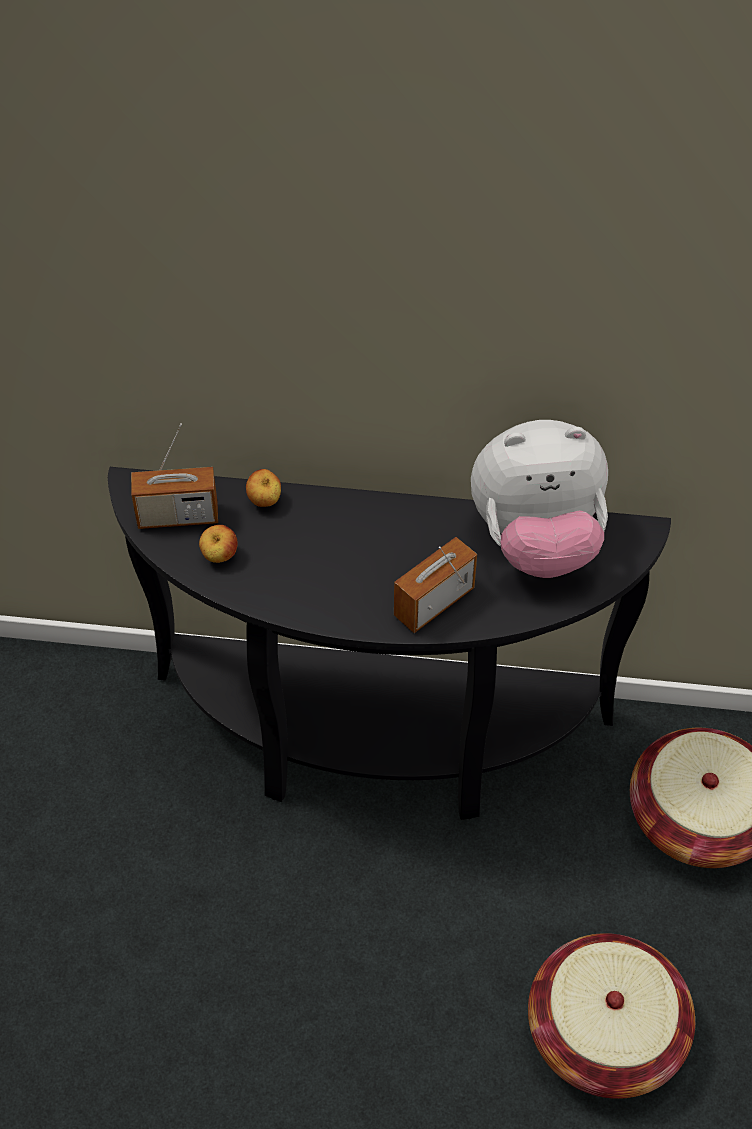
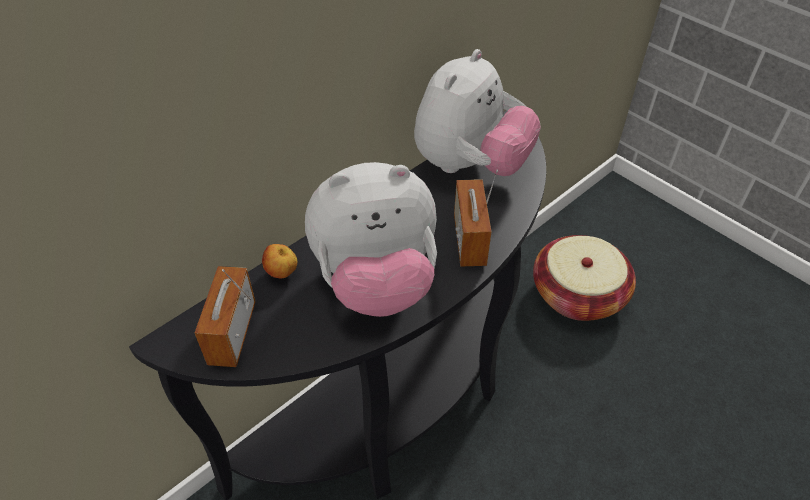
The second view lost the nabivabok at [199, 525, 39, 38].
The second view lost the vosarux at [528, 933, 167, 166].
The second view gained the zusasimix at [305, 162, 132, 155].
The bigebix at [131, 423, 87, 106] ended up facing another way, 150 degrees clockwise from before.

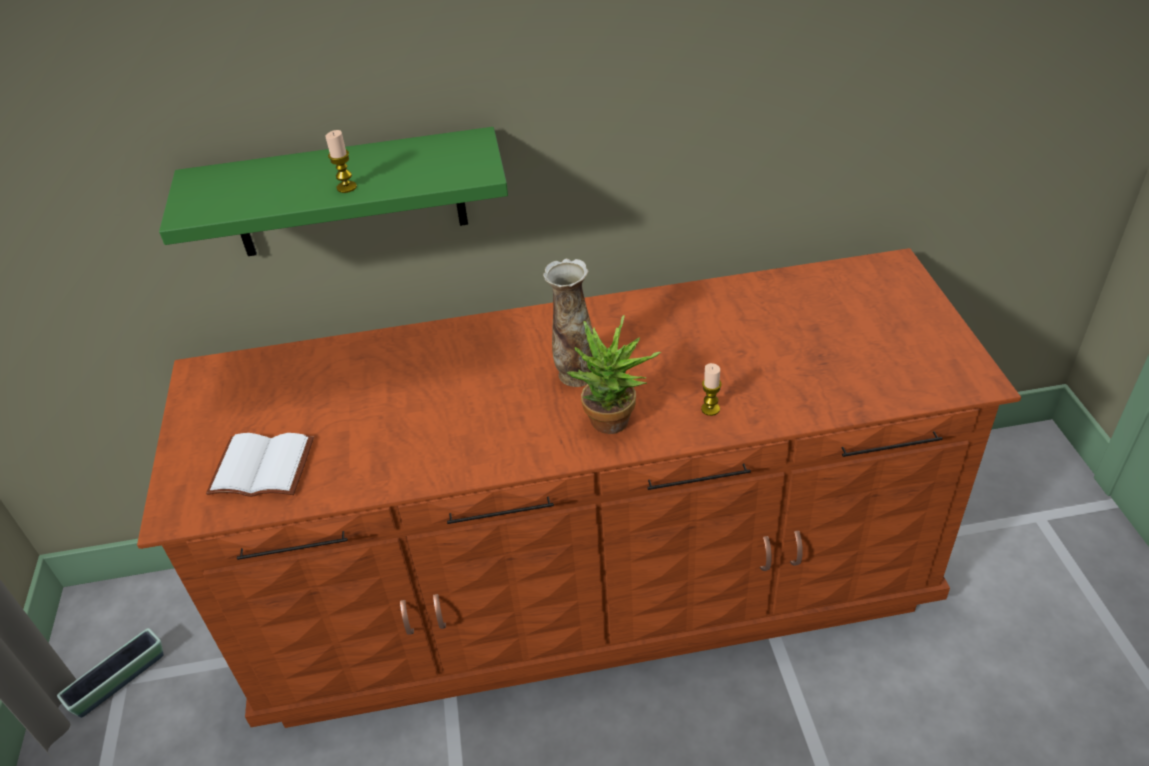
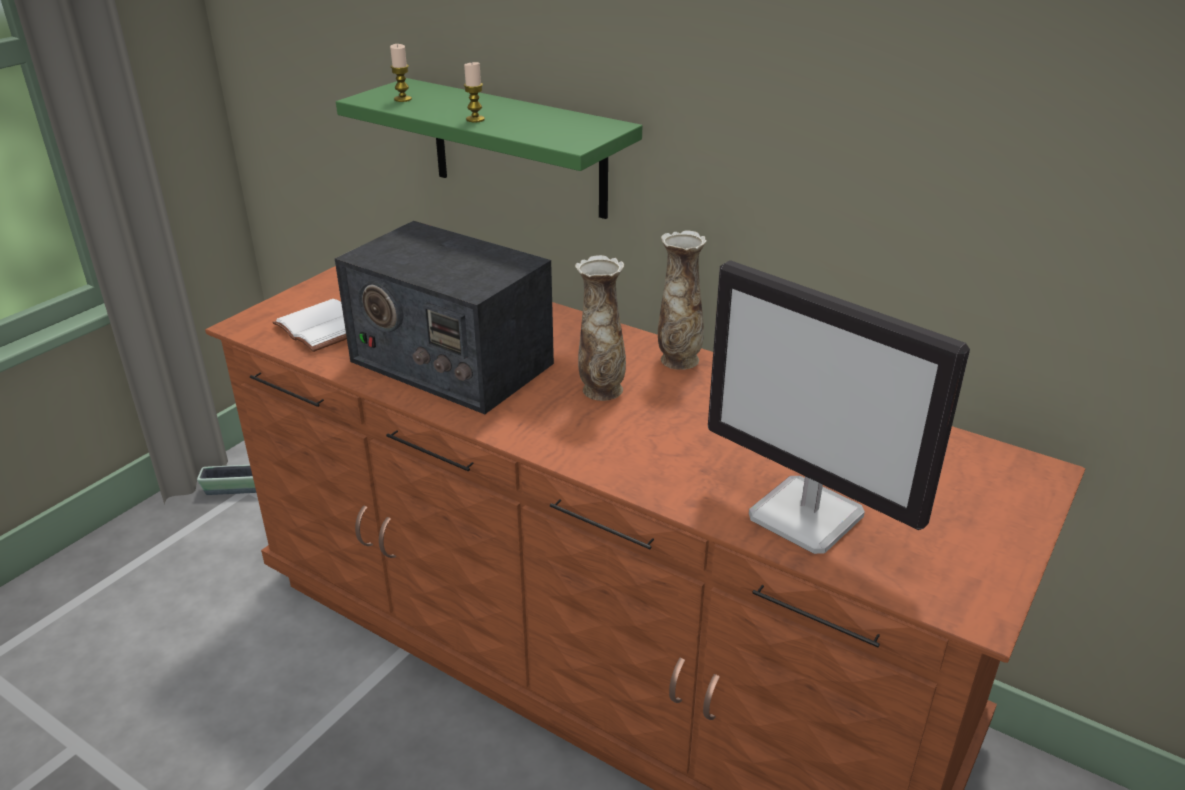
The second view lost the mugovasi at [566, 315, 95, 119].
The second view gained the bigebix at [335, 221, 219, 193].
The second view gained the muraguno at [658, 231, 49, 139].
The second view gained the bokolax at [708, 260, 262, 294].
The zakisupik ended up elsewhere, having gone from [701, 363, 21, 53] to [390, 44, 22, 58].

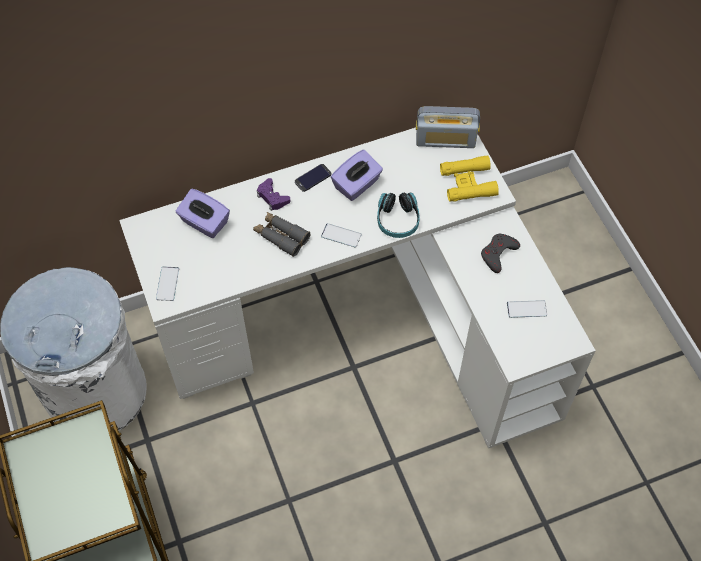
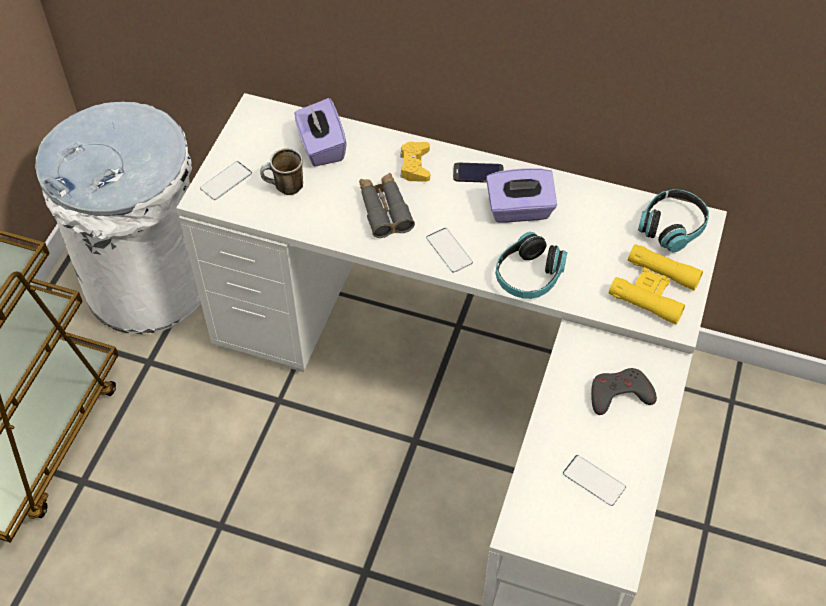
The second view gained the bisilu at [260, 148, 43, 47].
Where the bigebix stood at [416, 106, 64, 42], the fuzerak came to stand at [638, 189, 71, 64].
What was the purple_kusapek at [257, 178, 33, 33] turned into the yellow_kusapek at [400, 142, 30, 40].

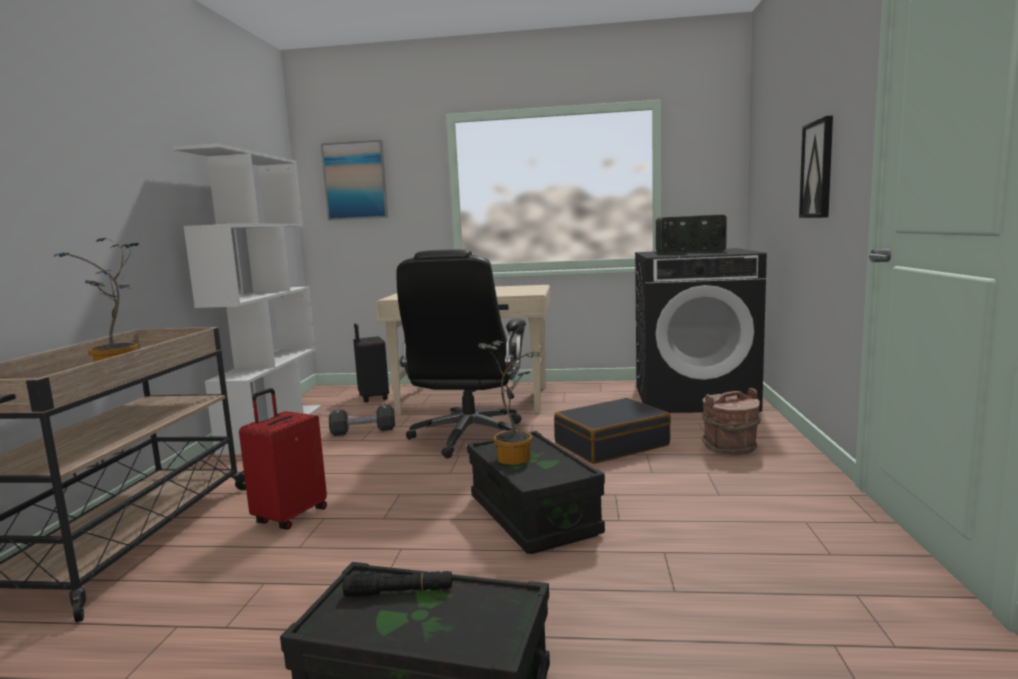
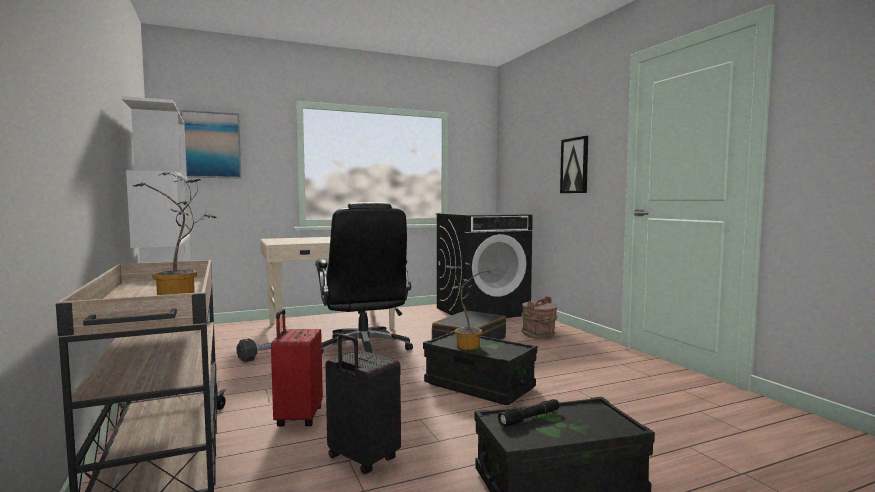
The second view lost the bigebix at [656, 215, 71, 39].
The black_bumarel ended up elsewhere, having gone from [353, 323, 36, 80] to [325, 334, 76, 140].

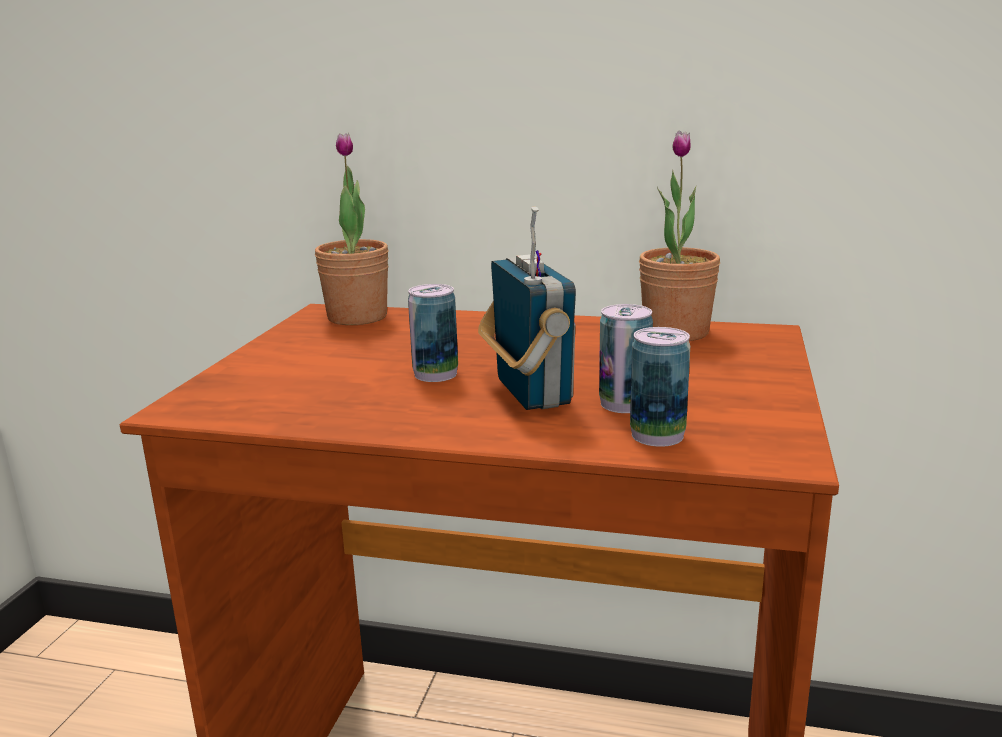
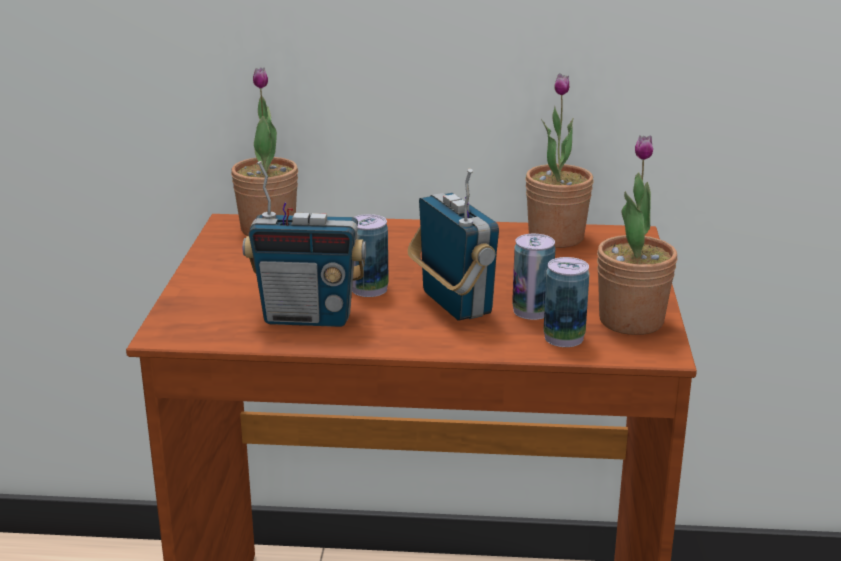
The second view gained the bigebix at [243, 161, 123, 166].
The second view gained the mugovasi at [597, 135, 80, 200].

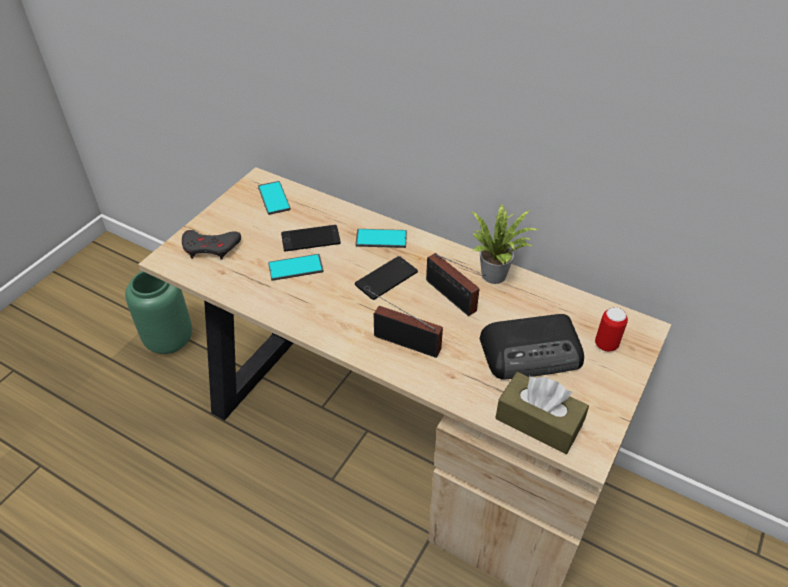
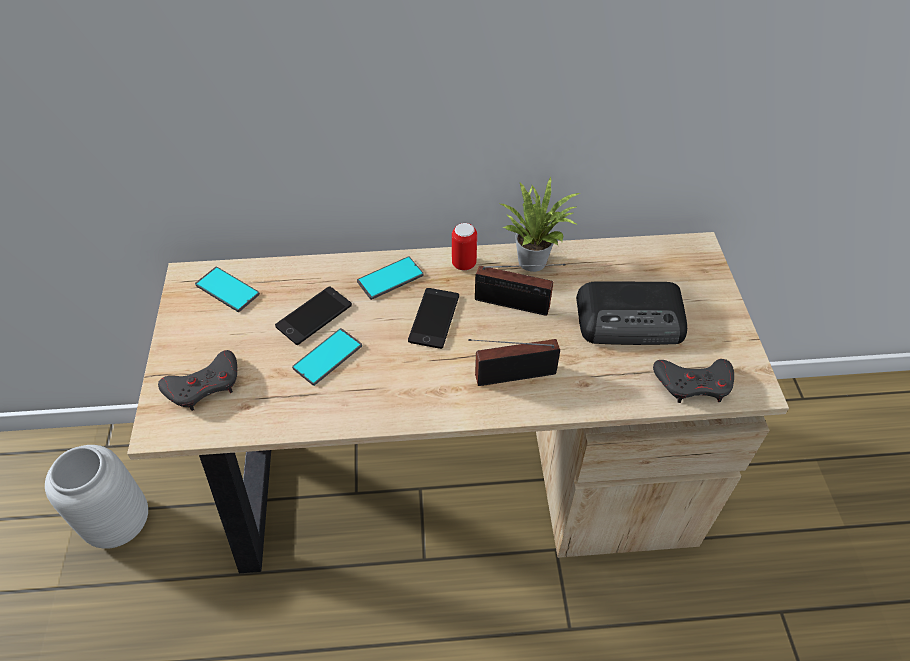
The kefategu ended up elsewhere, having gone from [595, 307, 33, 45] to [452, 223, 25, 48].
Where the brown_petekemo stood at [495, 372, 94, 82], the grey_kusapek came to stand at [653, 359, 81, 44].
What was the green_muraguno at [125, 271, 67, 83] turned into the grey_muraguno at [45, 445, 103, 104].
The bigebix at [480, 314, 104, 66] ended up facing another way, 45 degrees clockwise from before.

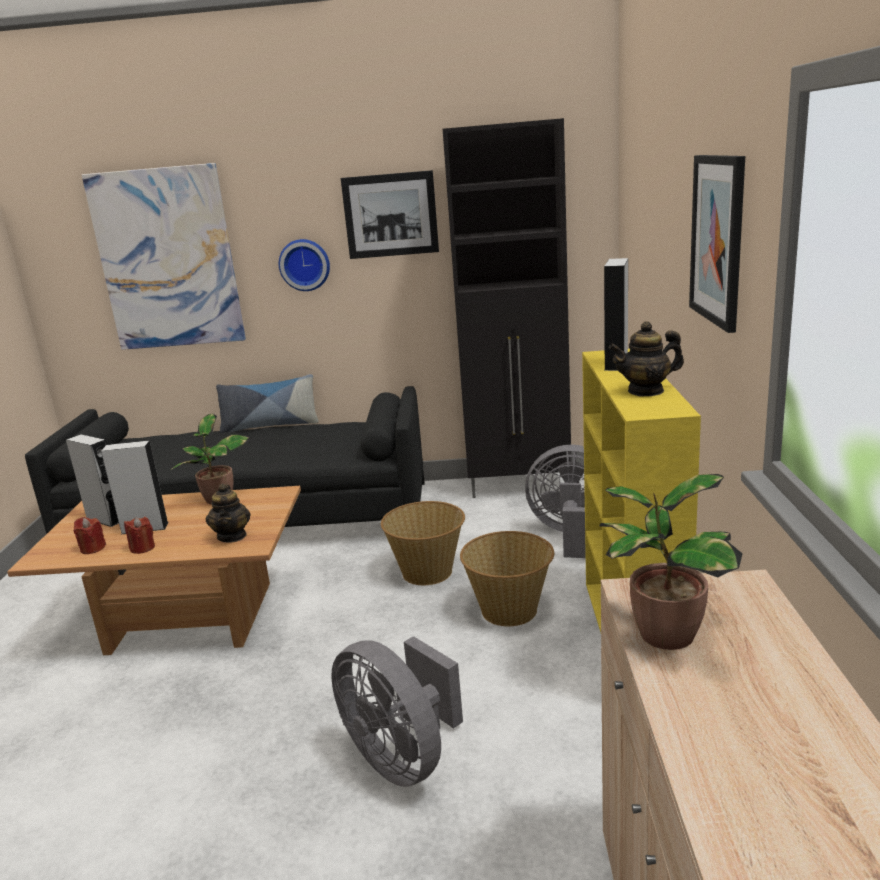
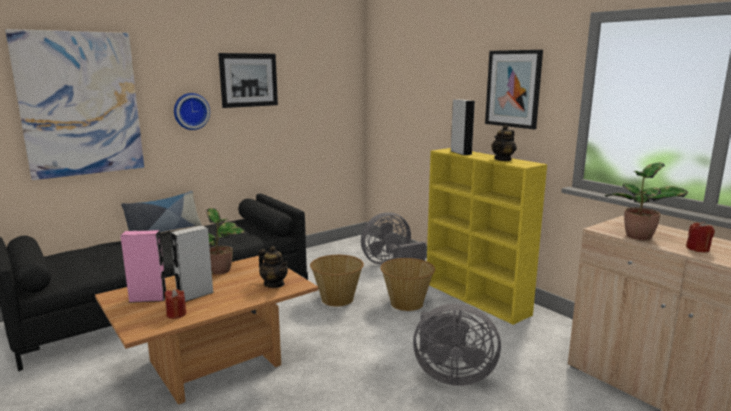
The second view lost the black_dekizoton at [443, 118, 128, 380].
The red_zakisupik ended up elsewhere, having gone from [124, 517, 31, 37] to [686, 221, 29, 31].
What was the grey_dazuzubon at [66, 434, 53, 93] turned into the pink_dazuzubon at [120, 230, 46, 73].

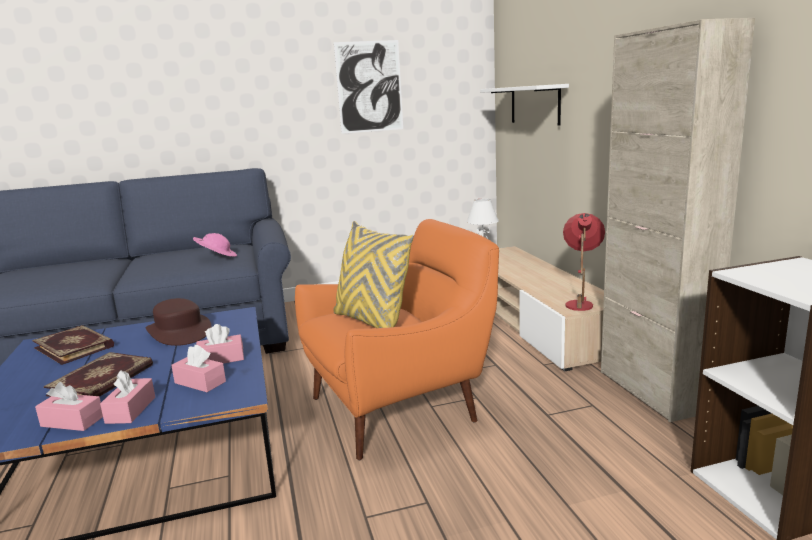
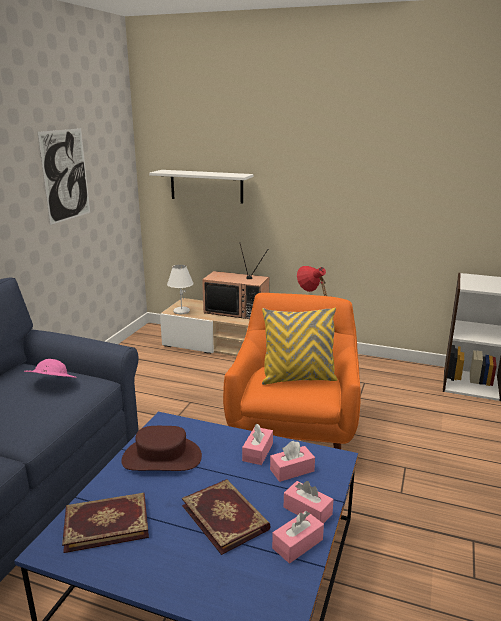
The second view lost the beige_dekizoton at [601, 18, 154, 404].
The second view gained the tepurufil at [202, 244, 67, 75].

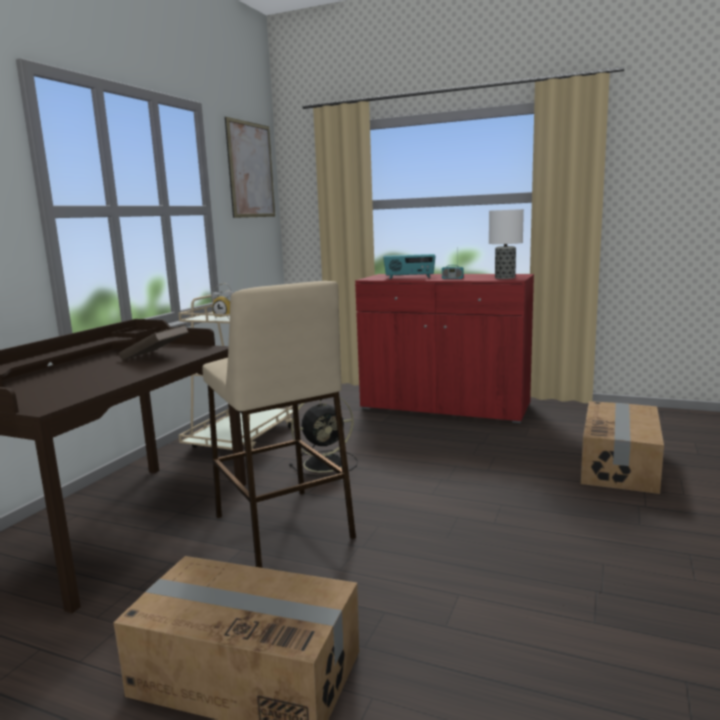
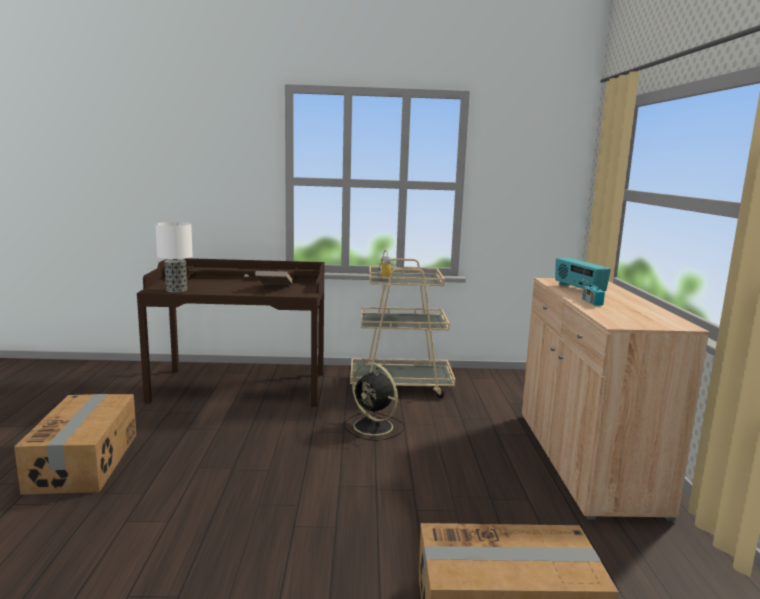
The second view lost the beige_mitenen at [202, 281, 154, 287].
The second view lost the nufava at [225, 117, 50, 101].
The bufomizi ended up elsewhere, having gone from [489, 209, 35, 70] to [155, 222, 38, 71].
What was the red_dekizoton at [355, 274, 179, 149] turned into the beige_dekizoton at [522, 278, 188, 243].

